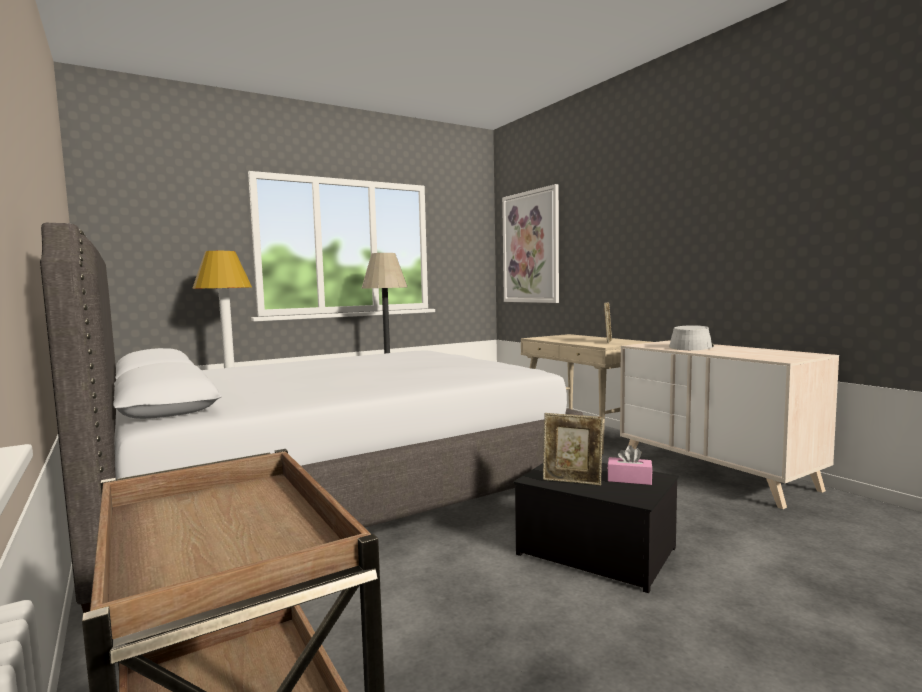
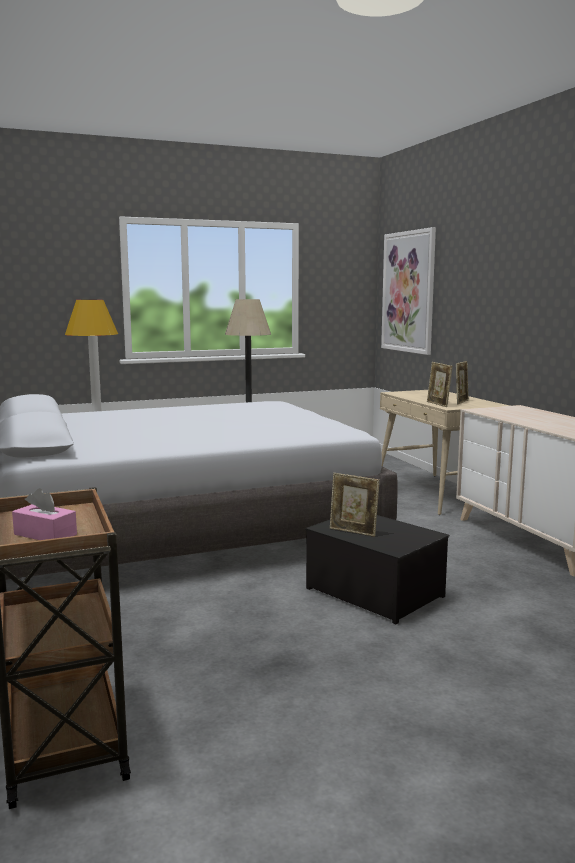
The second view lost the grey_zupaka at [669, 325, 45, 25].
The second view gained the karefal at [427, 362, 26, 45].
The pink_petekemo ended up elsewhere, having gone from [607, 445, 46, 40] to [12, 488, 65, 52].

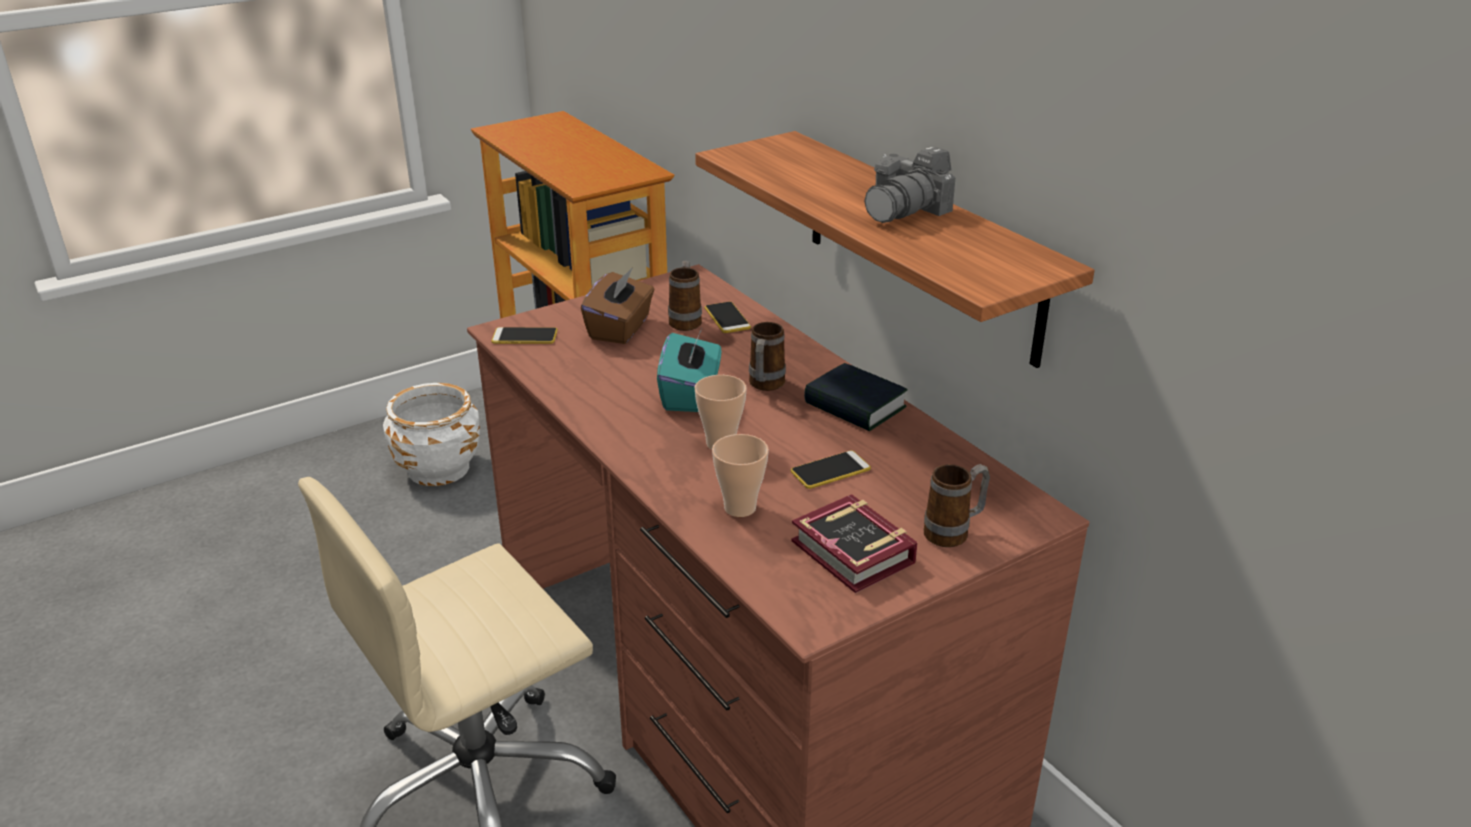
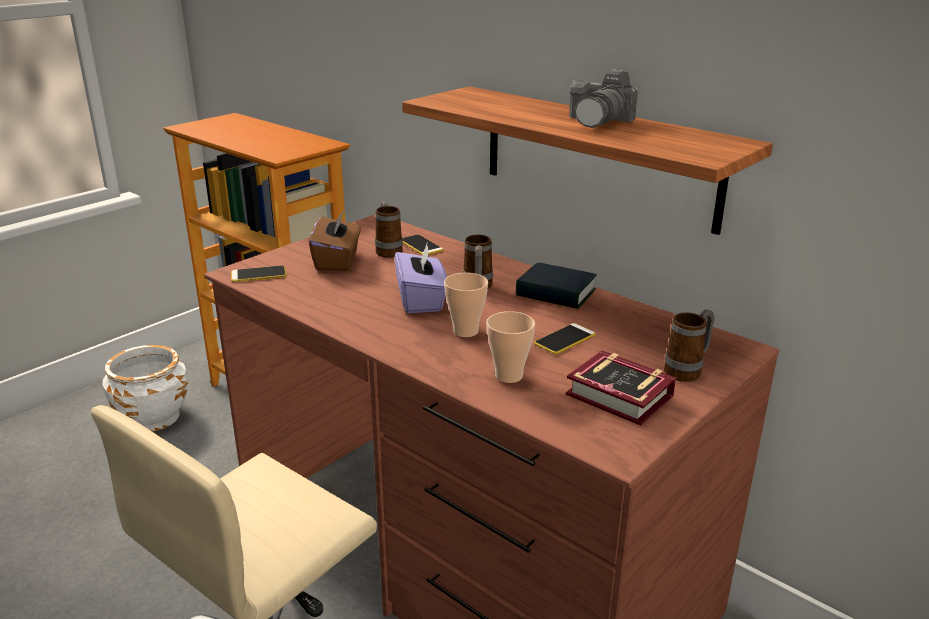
What was the turquoise_petekemo at [657, 327, 64, 85] turned into the purple_petekemo at [395, 244, 52, 69].

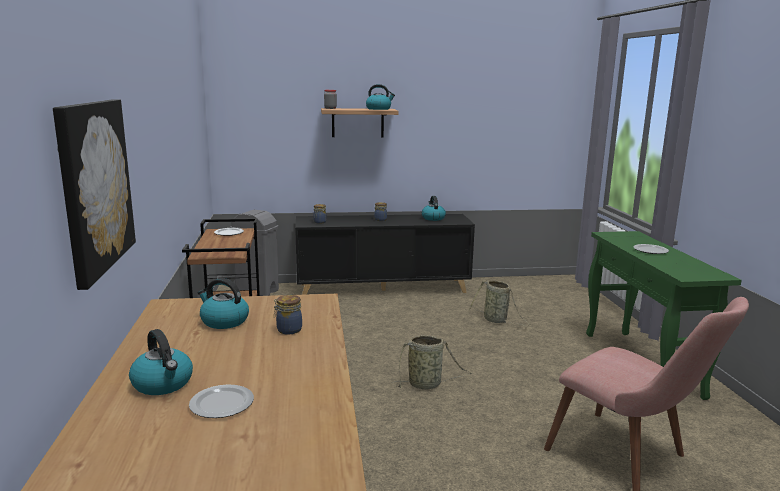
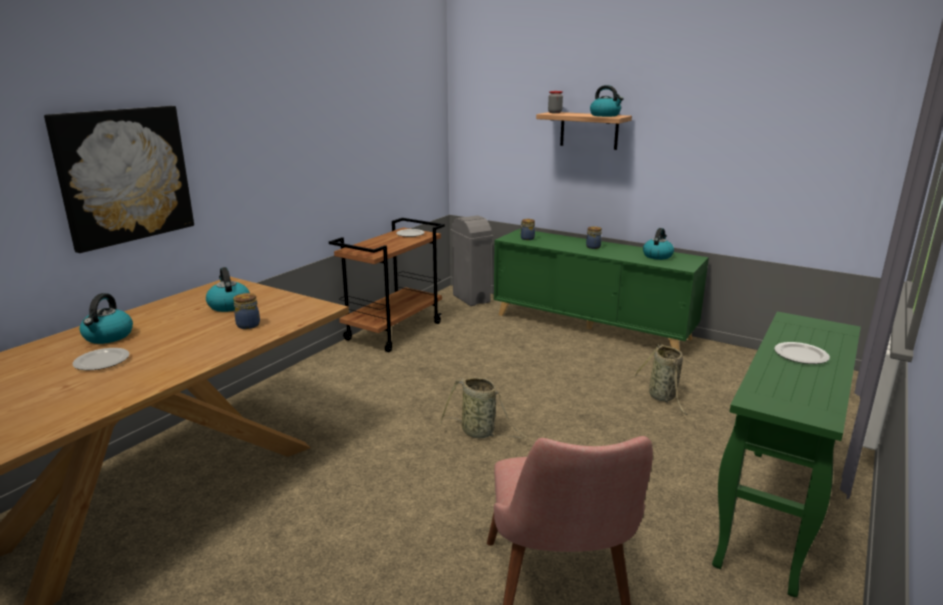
What was the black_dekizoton at [295, 214, 180, 81] turned into the green_dekizoton at [494, 229, 215, 122].

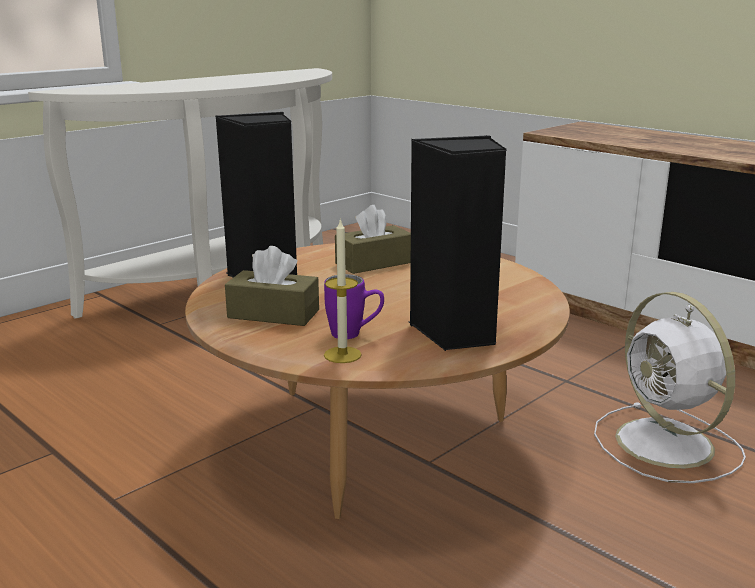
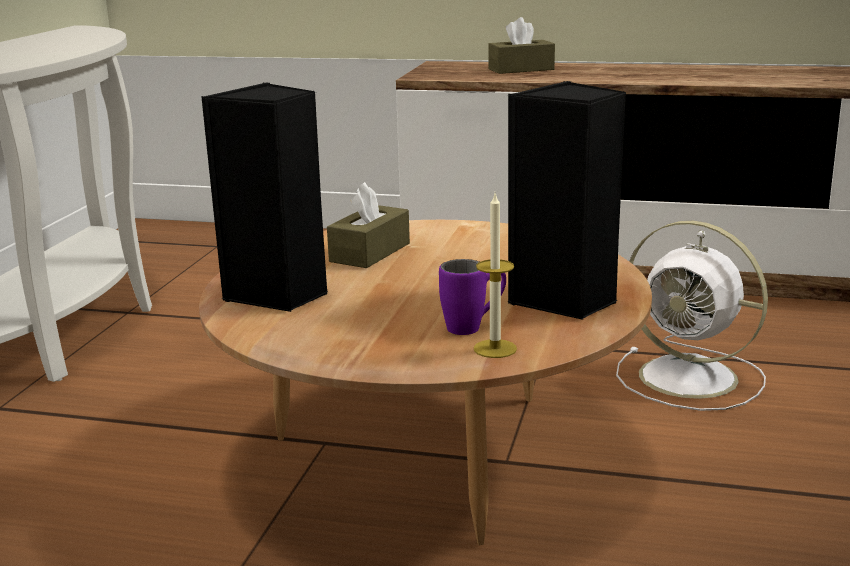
The brown_petekemo ended up elsewhere, having gone from [225, 246, 94, 80] to [488, 17, 67, 57].

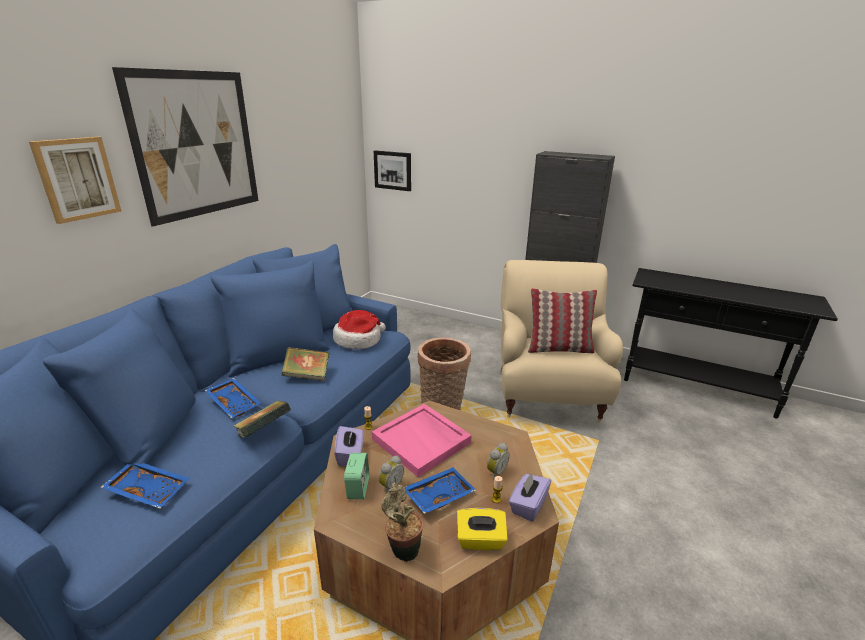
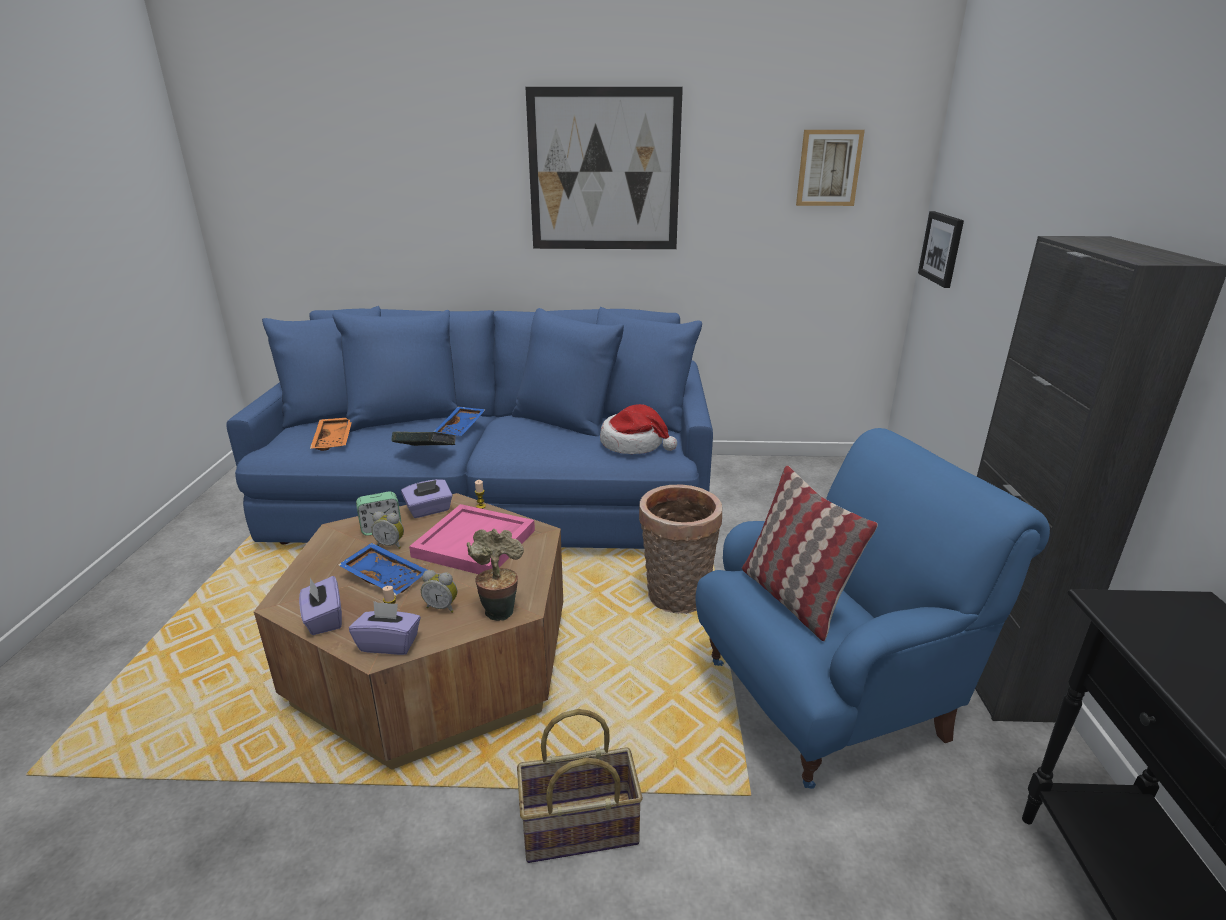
The second view lost the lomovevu at [282, 347, 47, 34].
The second view gained the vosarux at [517, 709, 126, 154].
The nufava ended up elsewhere, having gone from [29, 137, 92, 87] to [796, 130, 69, 76].
The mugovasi ended up elsewhere, having gone from [381, 483, 42, 79] to [467, 529, 57, 92].
What was the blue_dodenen at [101, 463, 88, 46] turned into the orange_dodenen at [310, 418, 42, 33].
What was the yellow_petekemo at [457, 508, 51, 43] turned into the purple_petekemo at [299, 576, 43, 59].
What was the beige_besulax at [501, 260, 122, 163] turned into the blue_besulax at [696, 428, 354, 361].

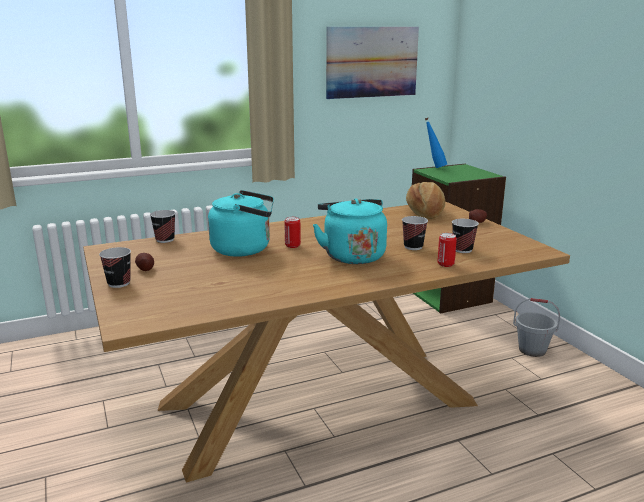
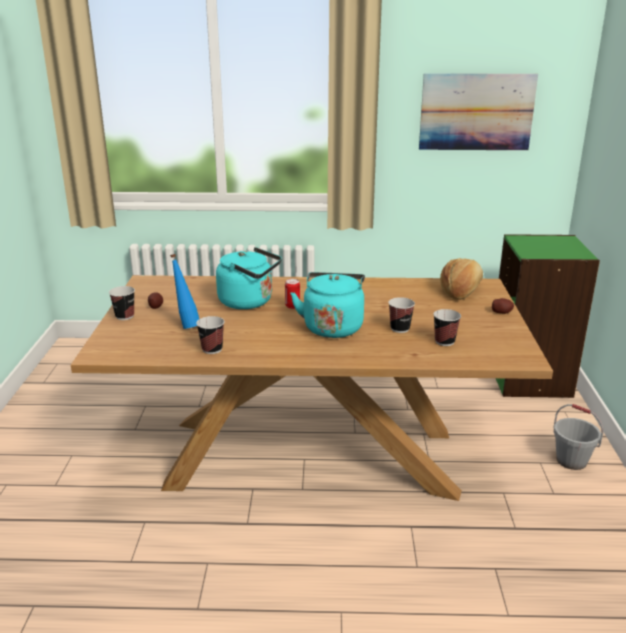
The second view lost the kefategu at [438, 233, 19, 34].
The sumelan ended up elsewhere, having gone from [150, 210, 26, 33] to [196, 316, 28, 38].
The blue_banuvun ended up elsewhere, having gone from [425, 118, 22, 50] to [170, 254, 29, 75].

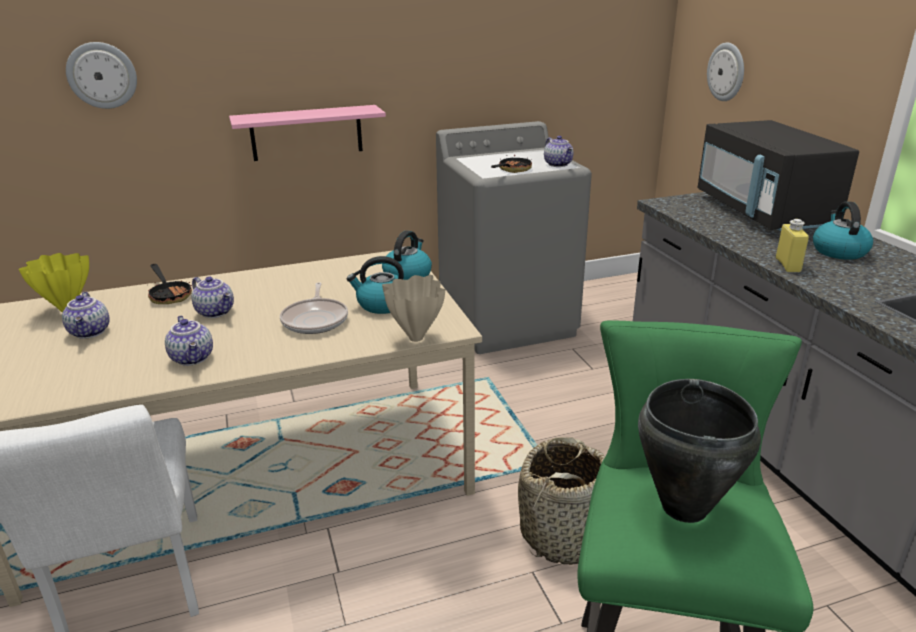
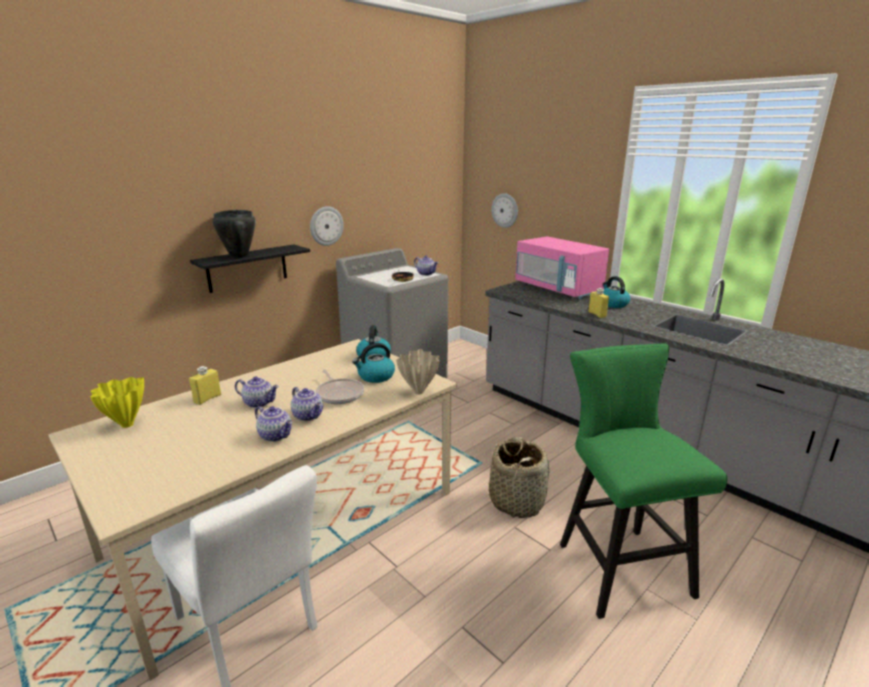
The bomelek ended up elsewhere, having gone from [62, 292, 48, 47] to [291, 387, 32, 34].
The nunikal ended up elsewhere, having gone from [66, 42, 71, 67] to [310, 206, 34, 40].
The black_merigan ended up elsewhere, having gone from [638, 379, 123, 144] to [212, 210, 44, 48].
Where the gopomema stood at [148, 264, 44, 40], the yellow_banuvun came to stand at [189, 366, 32, 39].
What was the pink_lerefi at [229, 105, 157, 56] turned into the black_lerefi at [190, 244, 120, 49].
What was the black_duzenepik at [698, 120, 161, 111] turned into the pink_duzenepik at [515, 236, 94, 63].

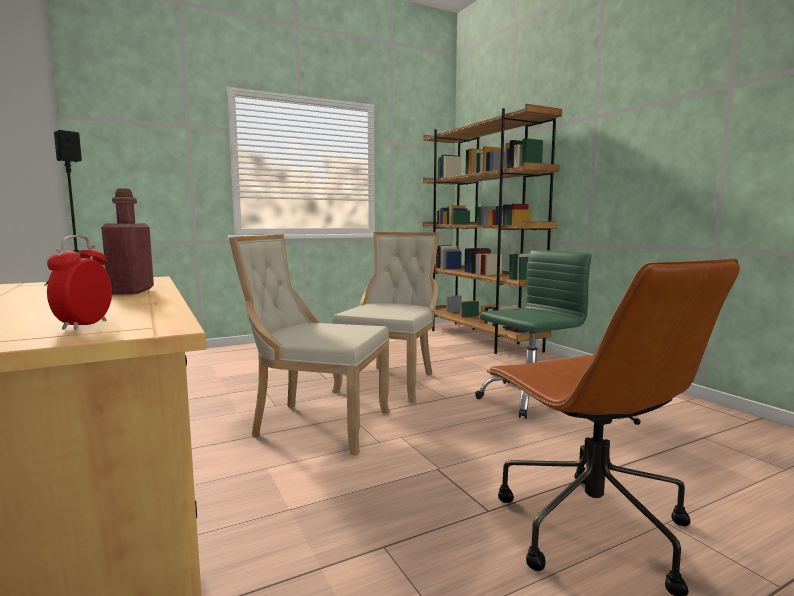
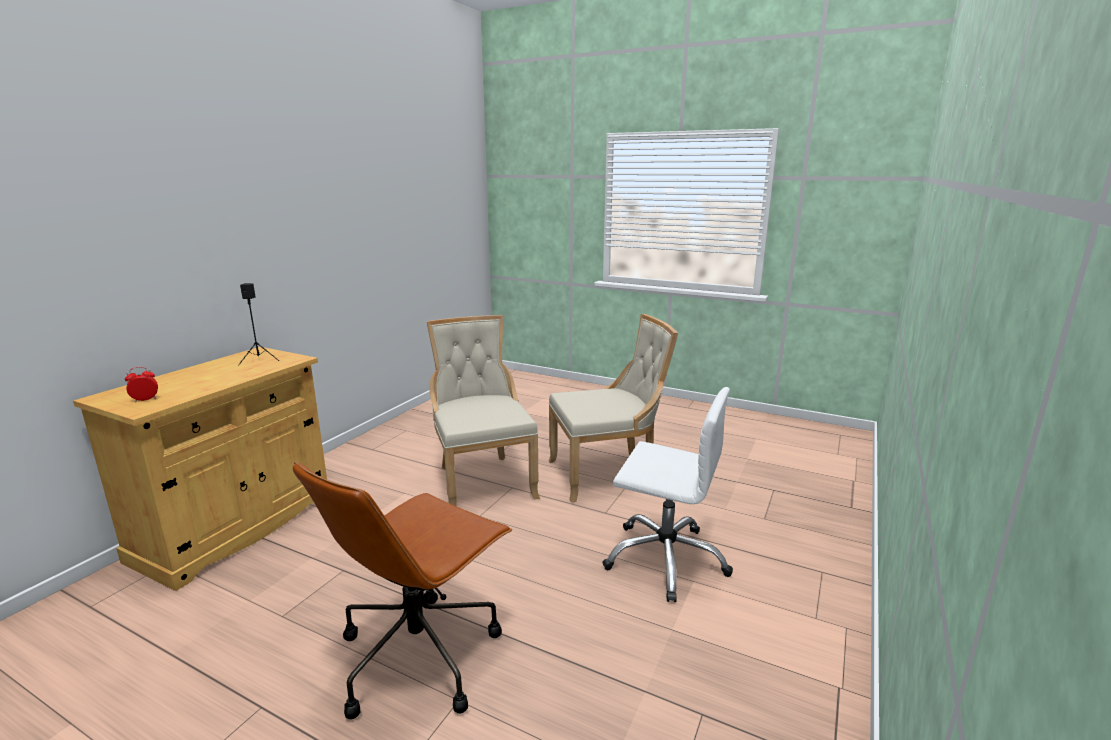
The second view lost the red_banuvun at [101, 188, 53, 107].
The second view lost the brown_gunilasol at [423, 104, 139, 250].
What was the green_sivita at [475, 250, 117, 169] turned into the white_sivita at [602, 387, 131, 215].

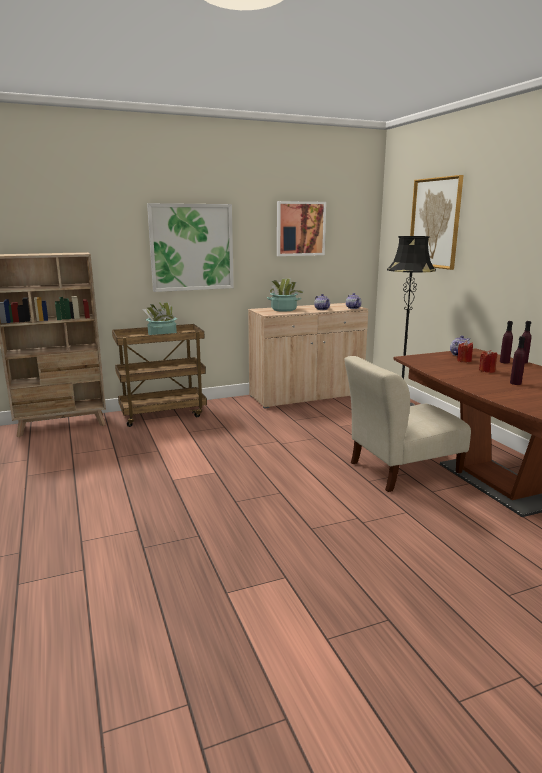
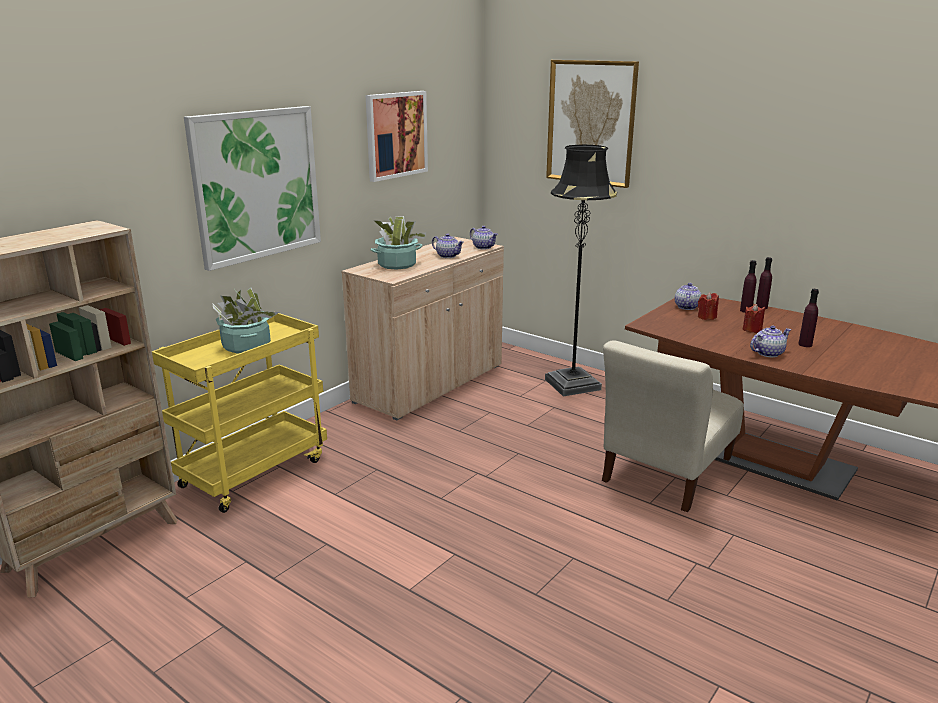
The second view gained the bomelek at [750, 326, 41, 31].
What was the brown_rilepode at [112, 324, 95, 103] turned into the yellow_rilepode at [152, 313, 175, 200].

